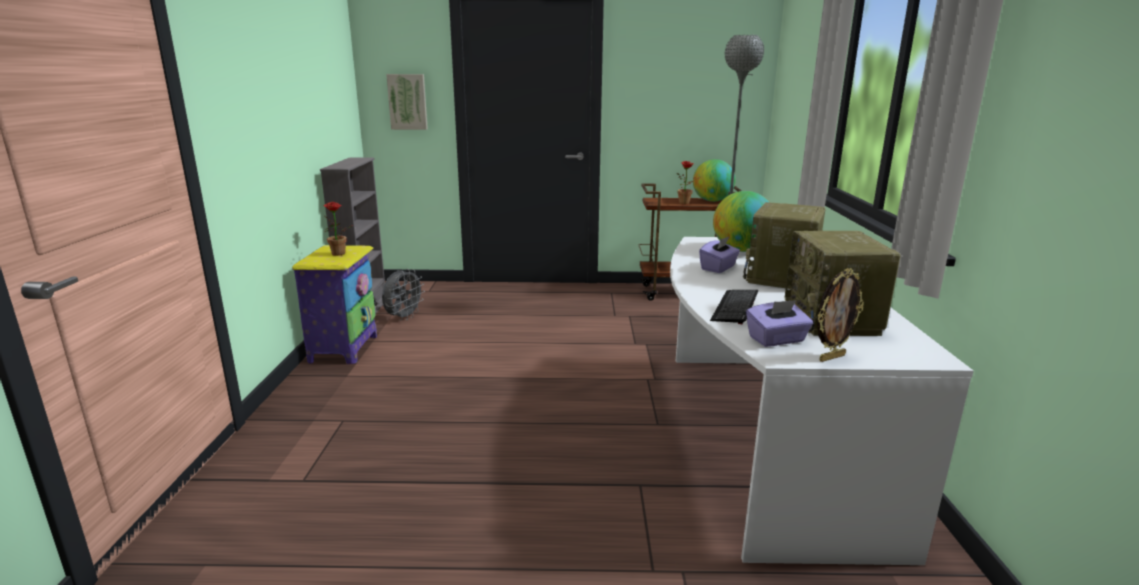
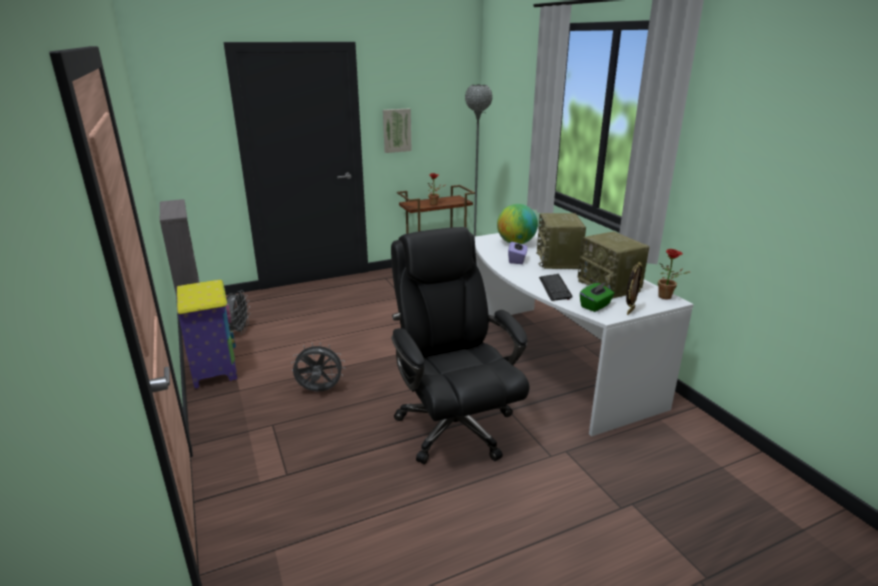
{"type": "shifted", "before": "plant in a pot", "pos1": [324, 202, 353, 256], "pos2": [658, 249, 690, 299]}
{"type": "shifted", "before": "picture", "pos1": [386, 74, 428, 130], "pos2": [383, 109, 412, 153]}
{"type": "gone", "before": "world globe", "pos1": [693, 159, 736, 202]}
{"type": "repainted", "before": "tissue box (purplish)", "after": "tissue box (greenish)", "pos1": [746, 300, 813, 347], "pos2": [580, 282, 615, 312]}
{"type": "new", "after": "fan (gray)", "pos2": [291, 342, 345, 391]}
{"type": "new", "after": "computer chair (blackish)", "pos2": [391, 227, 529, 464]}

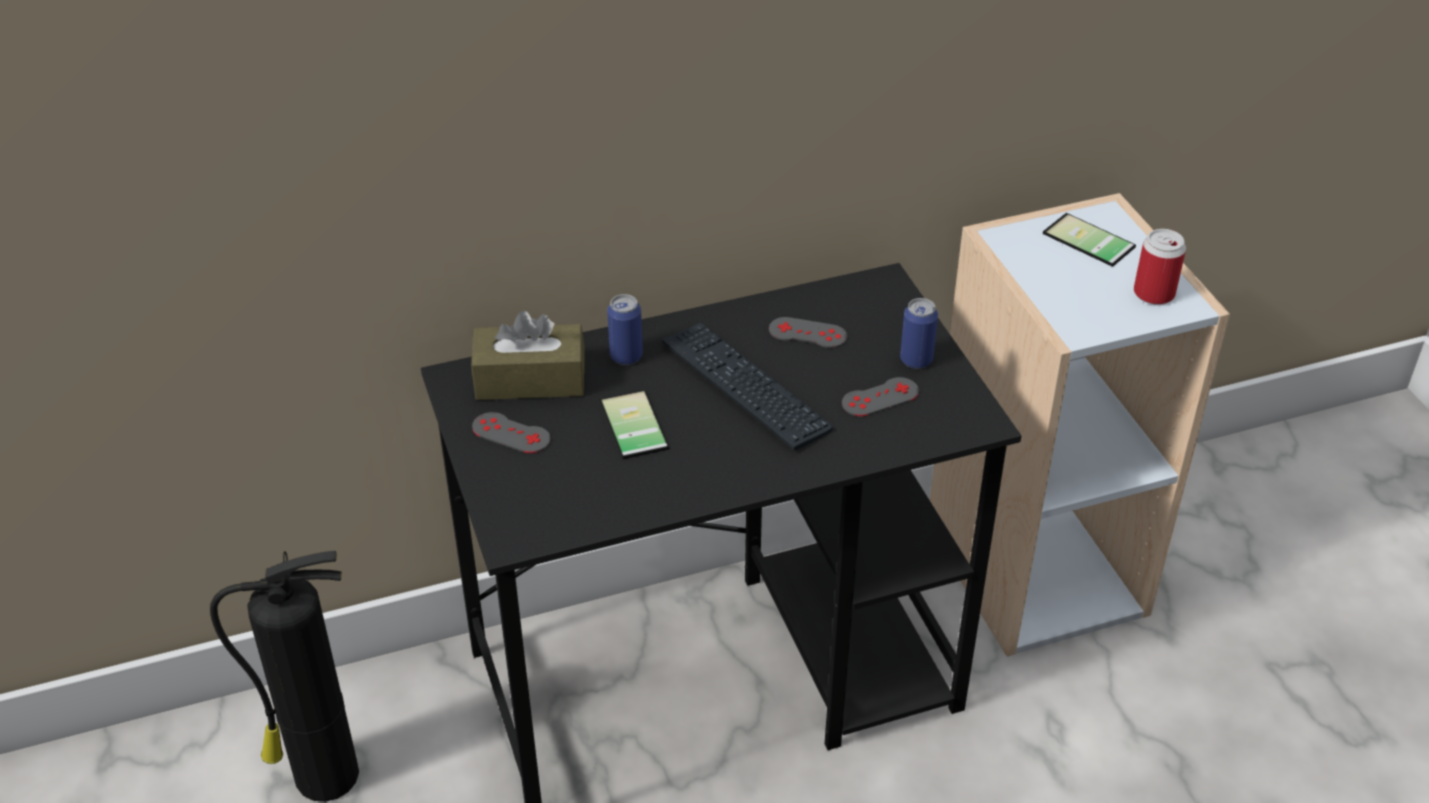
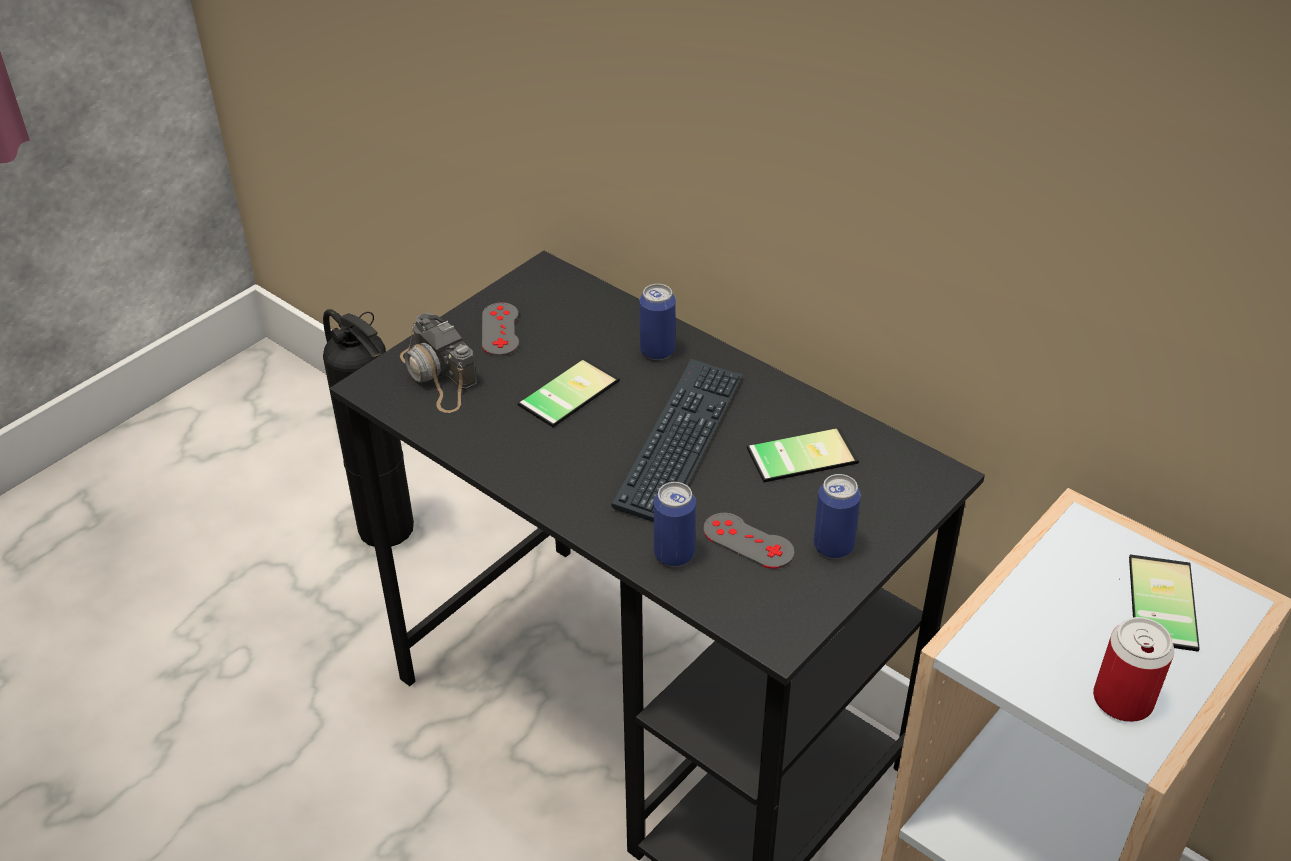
{"type": "gone", "before": "tissue box (brownish)", "pos1": [471, 310, 584, 400]}
{"type": "swapped", "before": "joypad (gray)", "after": "handset", "pos1": [769, 317, 847, 348], "pos2": [747, 424, 859, 483]}
{"type": "new", "after": "photo camera", "pos2": [400, 313, 477, 413]}
{"type": "new", "after": "can", "pos2": [654, 482, 696, 567]}

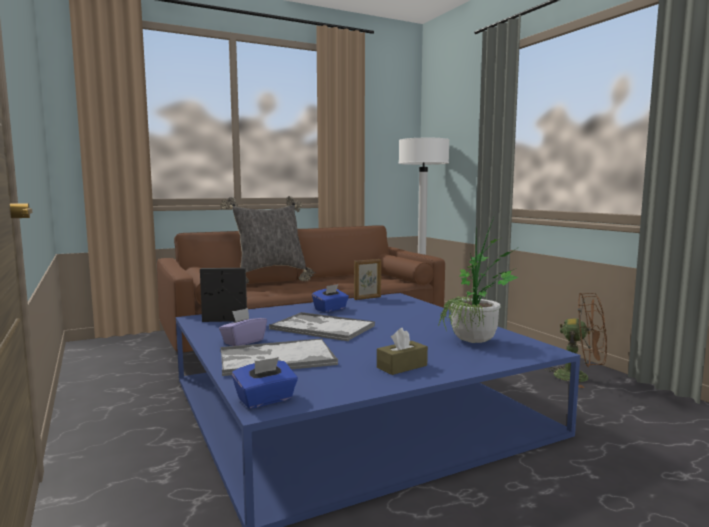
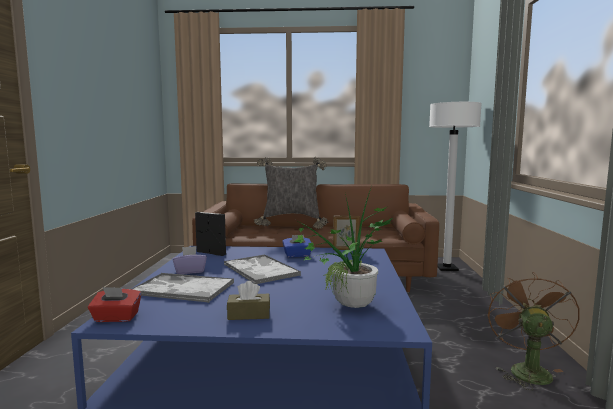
{"type": "repainted", "before": "tissue box (blue-coloured)", "after": "tissue box (red)", "pos1": [232, 357, 298, 409], "pos2": [88, 287, 141, 322]}
{"type": "rotated", "before": "fan (brownish)", "pos1": [546, 293, 607, 388], "pos2": [488, 272, 580, 391], "turn": -135}

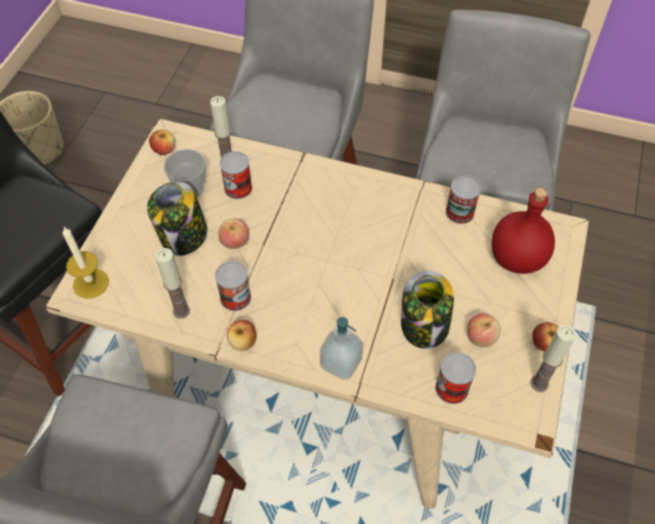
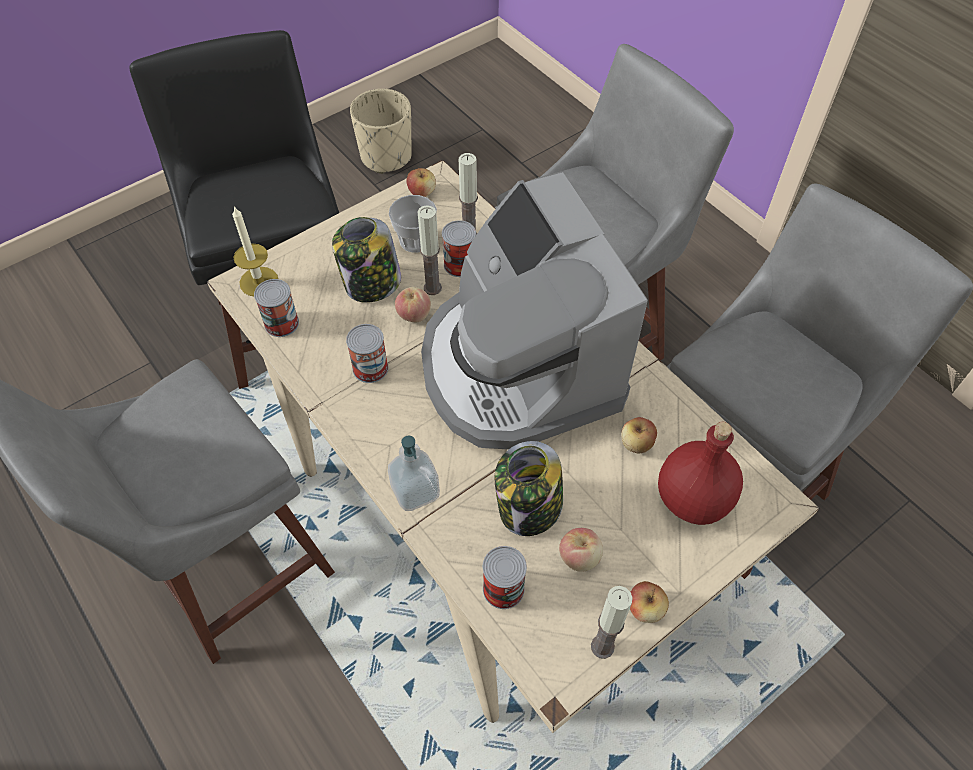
{"type": "shifted", "before": "wax light", "pos1": [155, 248, 190, 319], "pos2": [418, 205, 442, 295]}
{"type": "shifted", "before": "whole apple", "pos1": [227, 320, 257, 351], "pos2": [621, 417, 657, 453]}
{"type": "shifted", "before": "can", "pos1": [446, 176, 481, 224], "pos2": [254, 279, 299, 337]}
{"type": "new", "after": "coffee machine", "pos2": [421, 172, 648, 449]}

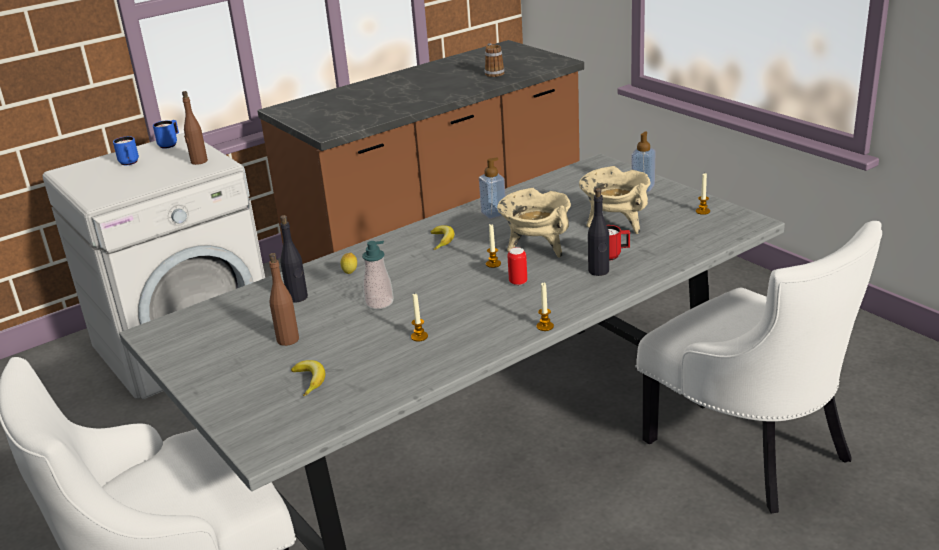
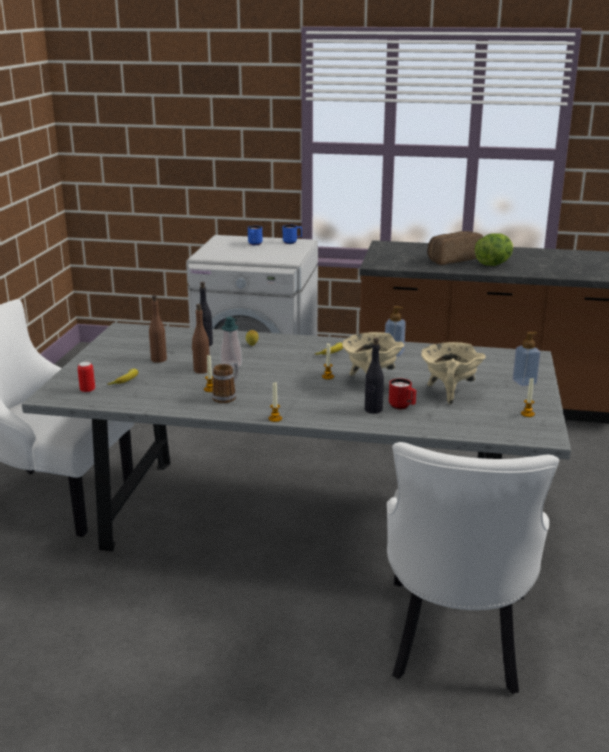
{"type": "shifted", "before": "drink bottle (brownish)", "pos1": [182, 91, 208, 165], "pos2": [192, 304, 210, 374]}
{"type": "shifted", "before": "mug", "pos1": [485, 43, 505, 77], "pos2": [212, 362, 239, 403]}
{"type": "shifted", "before": "can", "pos1": [508, 247, 527, 285], "pos2": [77, 362, 95, 393]}
{"type": "new", "after": "baked bread", "pos2": [427, 231, 483, 265]}
{"type": "new", "after": "lettuce head", "pos2": [475, 234, 514, 266]}

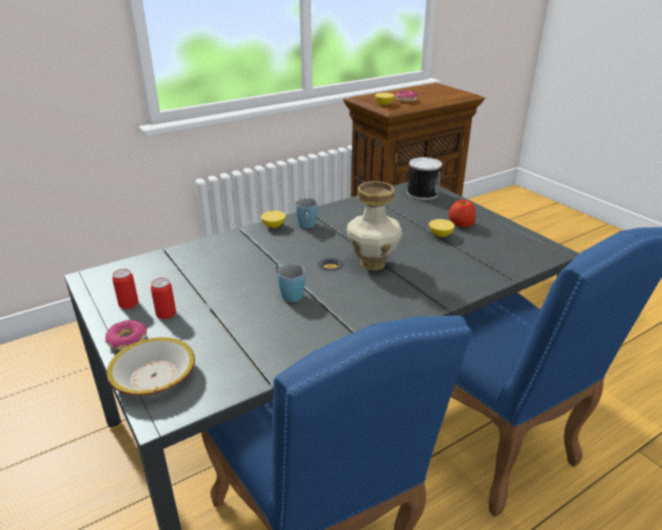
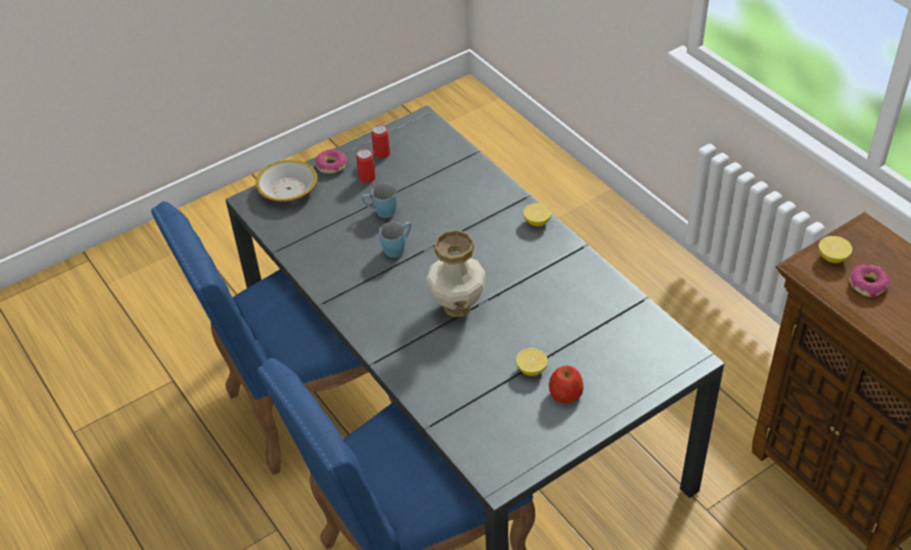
{"type": "shifted", "before": "mug (blue-coloured)", "pos1": [295, 198, 318, 228], "pos2": [361, 183, 397, 218]}
{"type": "gone", "before": "can", "pos1": [407, 157, 442, 200]}

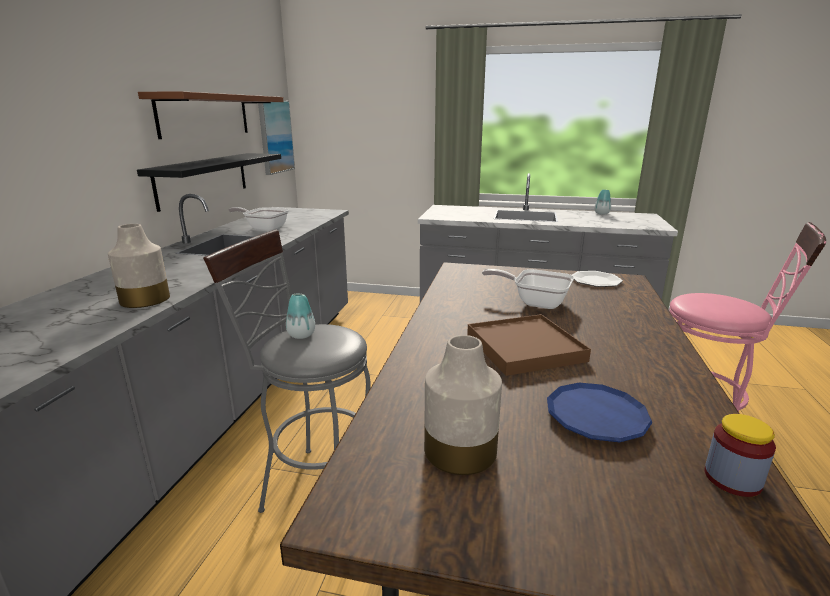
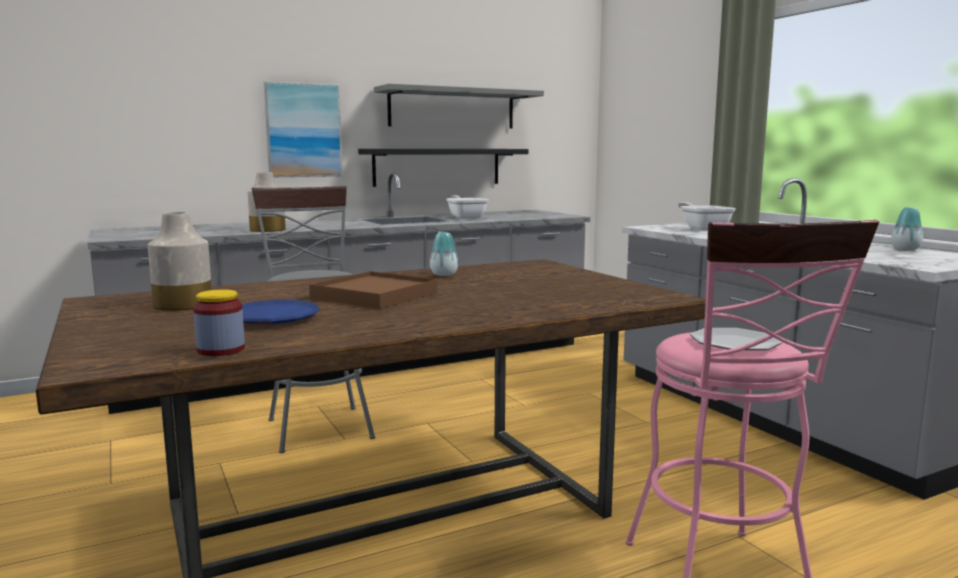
{"type": "repainted", "before": "shelf (brownish)", "after": "shelf (gray)", "pos1": [138, 91, 284, 139], "pos2": [374, 84, 544, 128]}
{"type": "shifted", "before": "picture", "pos1": [258, 100, 295, 175], "pos2": [264, 81, 343, 177]}
{"type": "shifted", "before": "vase", "pos1": [286, 294, 315, 339], "pos2": [430, 232, 458, 276]}
{"type": "shifted", "before": "frying pan", "pos1": [482, 269, 574, 309], "pos2": [678, 202, 736, 231]}
{"type": "shifted", "before": "plate", "pos1": [572, 271, 623, 287], "pos2": [690, 328, 782, 350]}

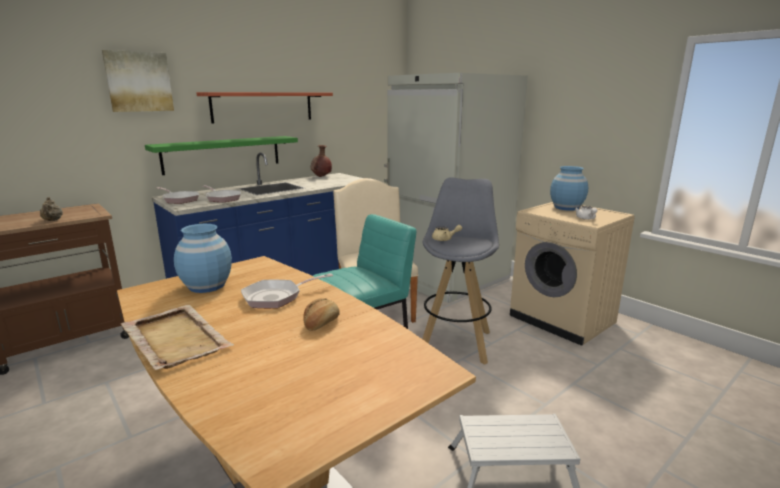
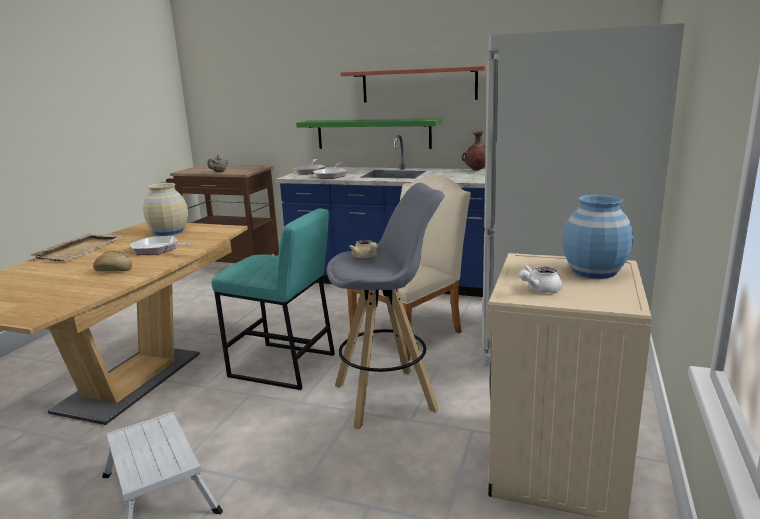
{"type": "gone", "before": "picture", "pos1": [102, 50, 174, 112]}
{"type": "repainted", "before": "vase (blue-coloured)", "after": "vase (sand-coloured)", "pos1": [174, 224, 232, 293], "pos2": [143, 183, 188, 236]}

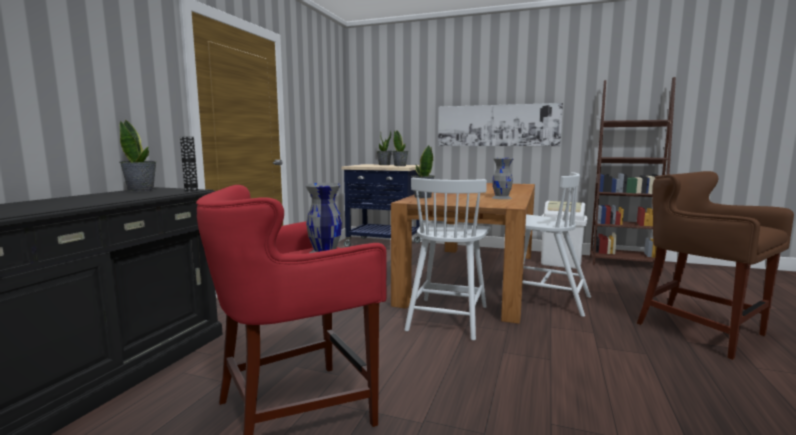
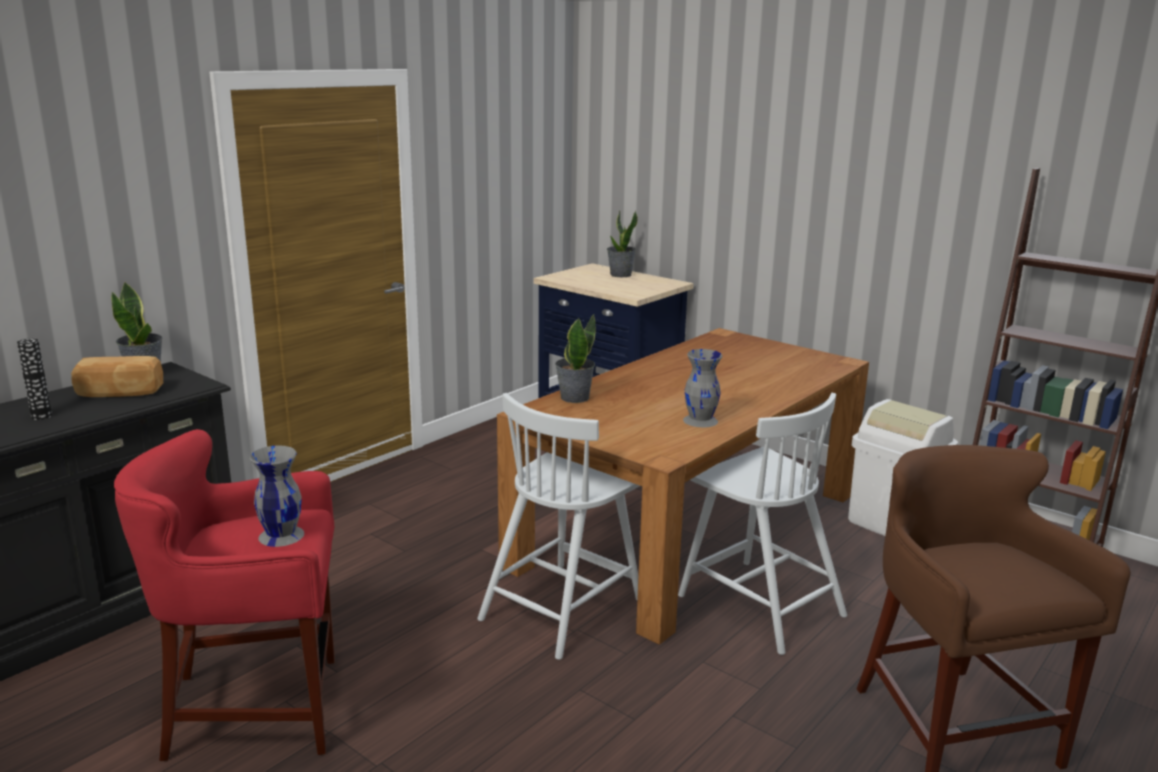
{"type": "shifted", "before": "vase", "pos1": [180, 137, 198, 192], "pos2": [17, 338, 52, 420]}
{"type": "gone", "before": "plant in a pot", "pos1": [392, 130, 408, 166]}
{"type": "gone", "before": "picture", "pos1": [438, 103, 563, 146]}
{"type": "new", "after": "baked bread", "pos2": [71, 356, 163, 397]}

